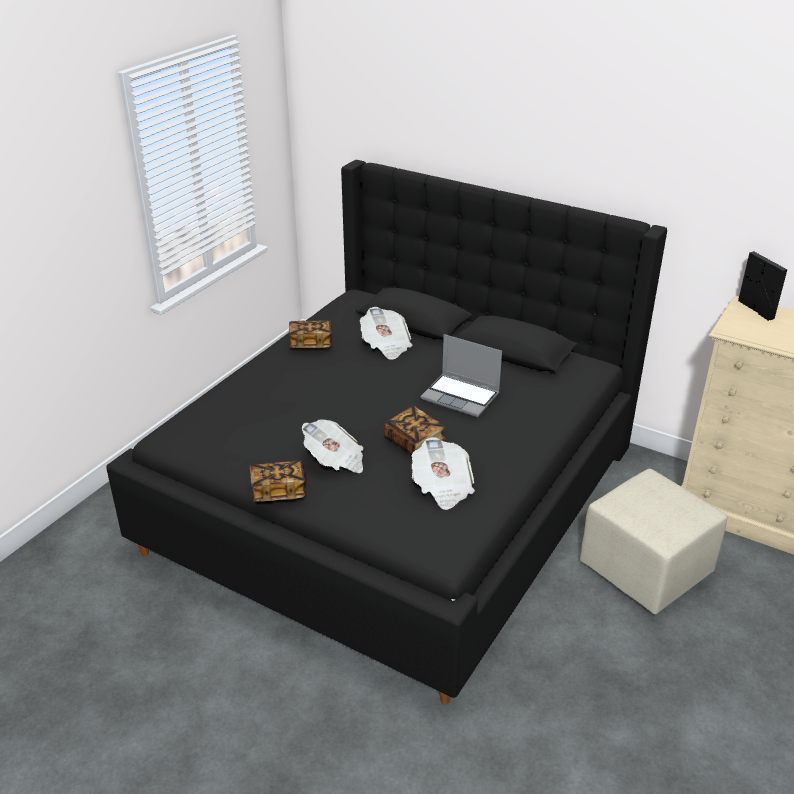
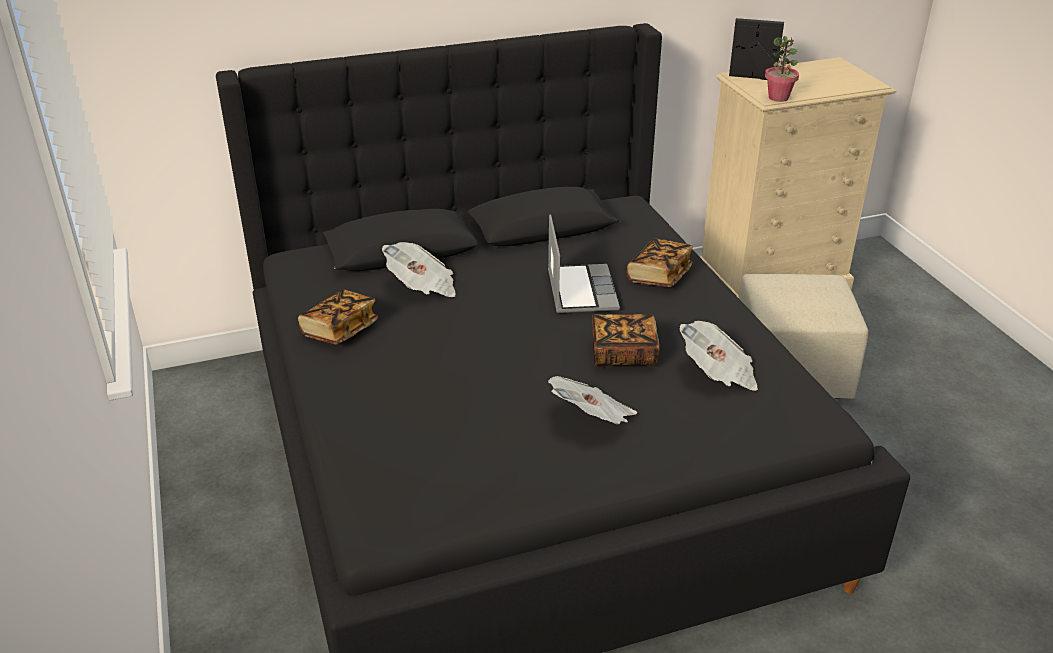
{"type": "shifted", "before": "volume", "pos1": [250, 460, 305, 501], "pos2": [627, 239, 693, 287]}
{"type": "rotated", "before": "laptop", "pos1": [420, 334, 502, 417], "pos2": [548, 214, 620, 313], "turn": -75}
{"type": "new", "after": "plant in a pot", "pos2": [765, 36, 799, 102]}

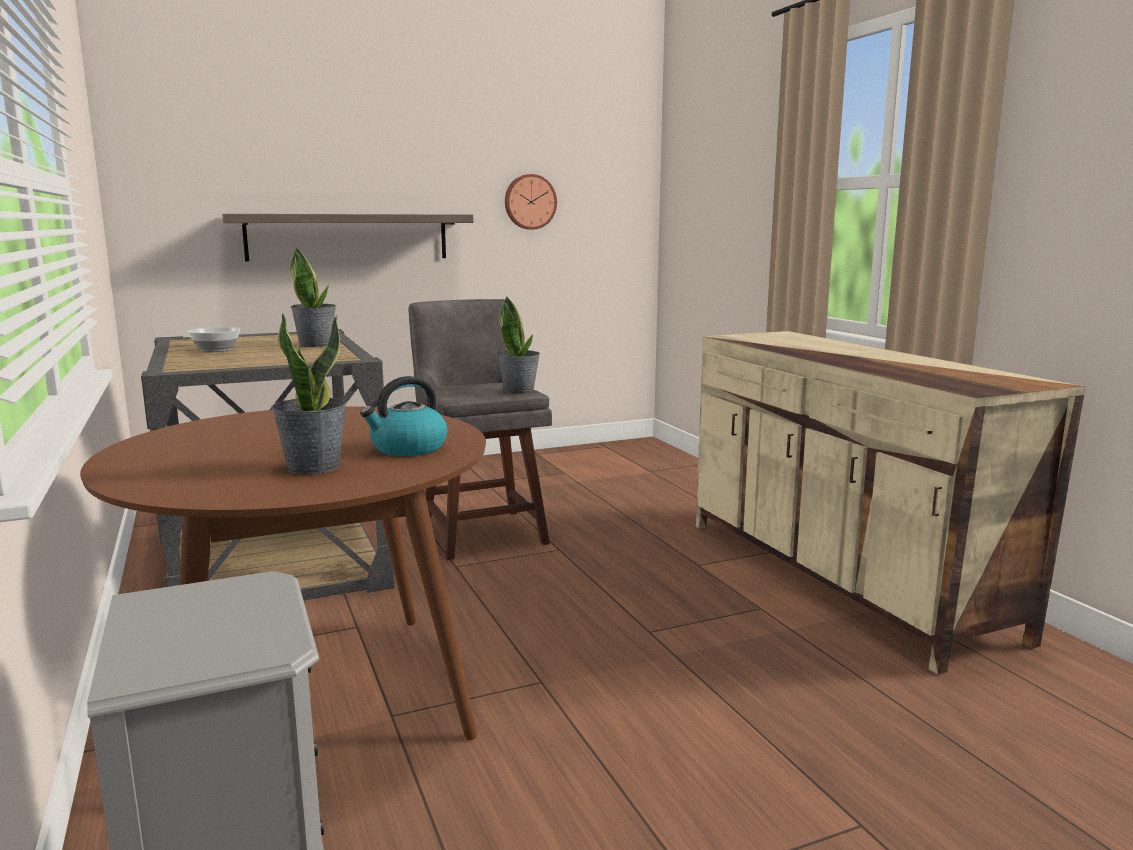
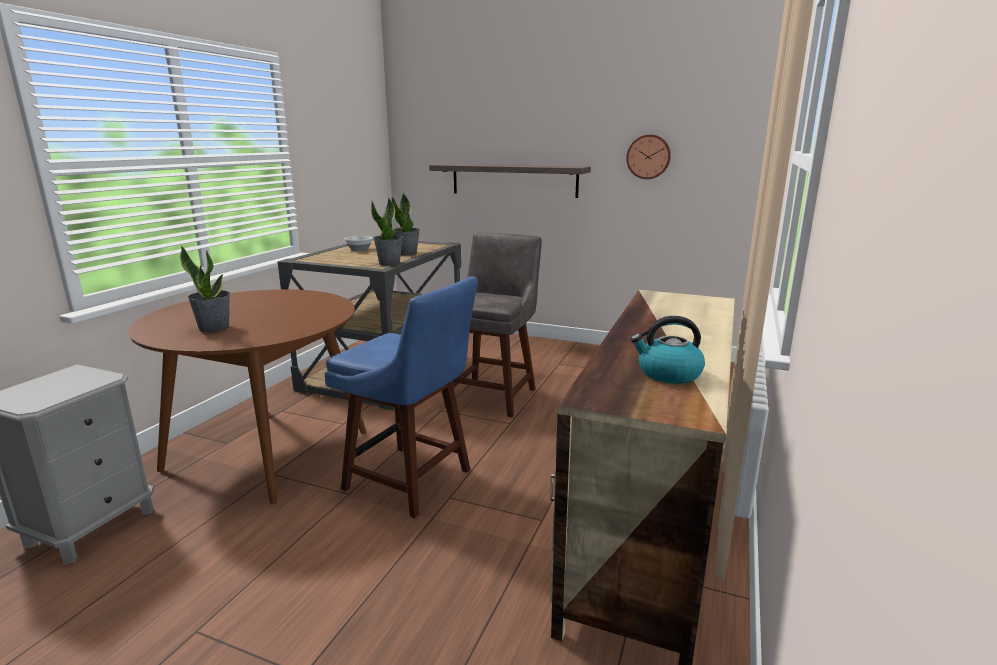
{"type": "shifted", "before": "water kettle", "pos1": [360, 376, 447, 456], "pos2": [631, 316, 705, 384]}
{"type": "shifted", "before": "plant in a pot", "pos1": [497, 297, 540, 394], "pos2": [371, 198, 403, 266]}
{"type": "new", "after": "sitting stool (blue-coloured)", "pos2": [325, 276, 478, 518]}

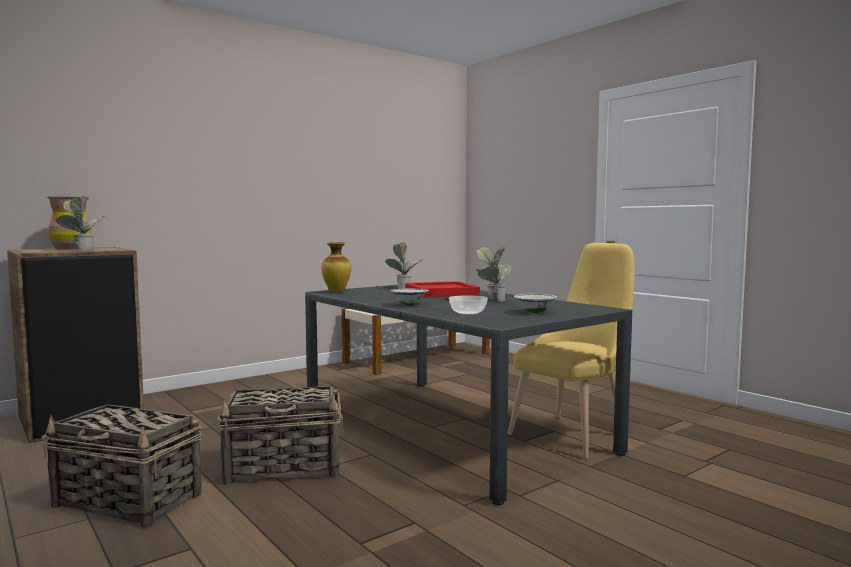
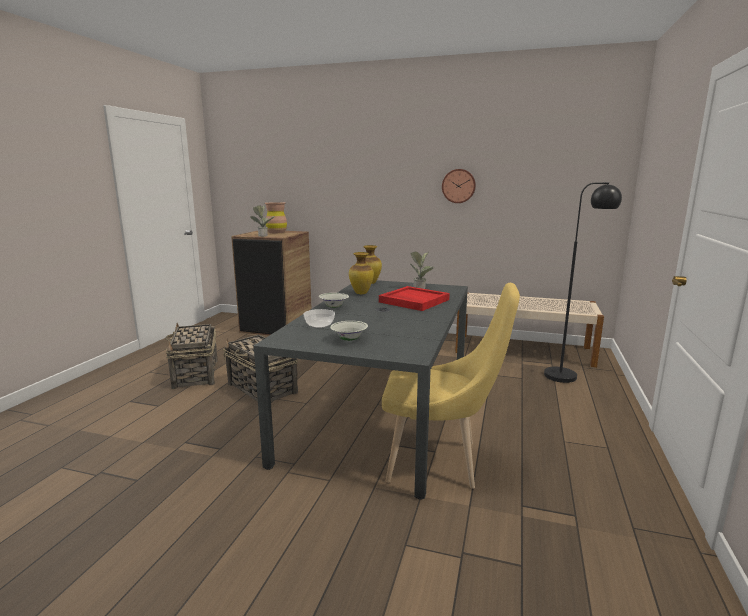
{"type": "gone", "before": "plant in a pot", "pos1": [476, 246, 512, 302]}
{"type": "new", "after": "vase", "pos2": [349, 252, 374, 294]}
{"type": "new", "after": "wall clock", "pos2": [442, 169, 476, 203]}
{"type": "new", "after": "floor lamp (blackish)", "pos2": [544, 182, 622, 383]}

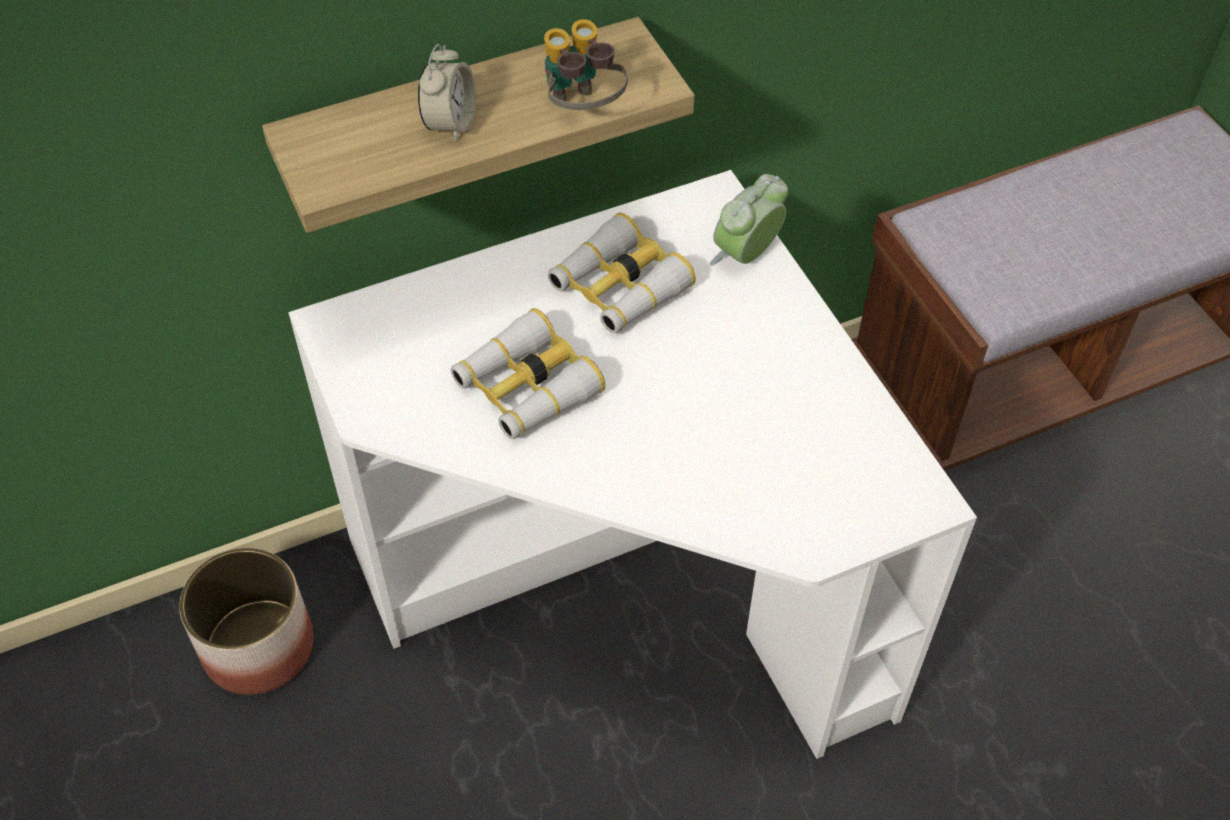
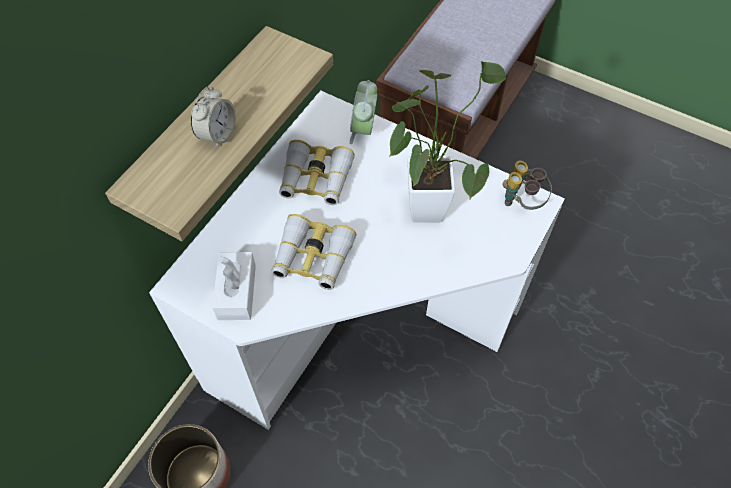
{"type": "rotated", "before": "alarm clock", "pos1": [418, 44, 476, 141], "pos2": [191, 87, 236, 148], "turn": 45}
{"type": "shifted", "before": "field glasses", "pos1": [544, 19, 628, 110], "pos2": [503, 161, 552, 210]}
{"type": "new", "after": "tissue box (white-coloured)", "pos2": [212, 252, 256, 320]}
{"type": "new", "after": "plant in a pot", "pos2": [389, 61, 506, 223]}

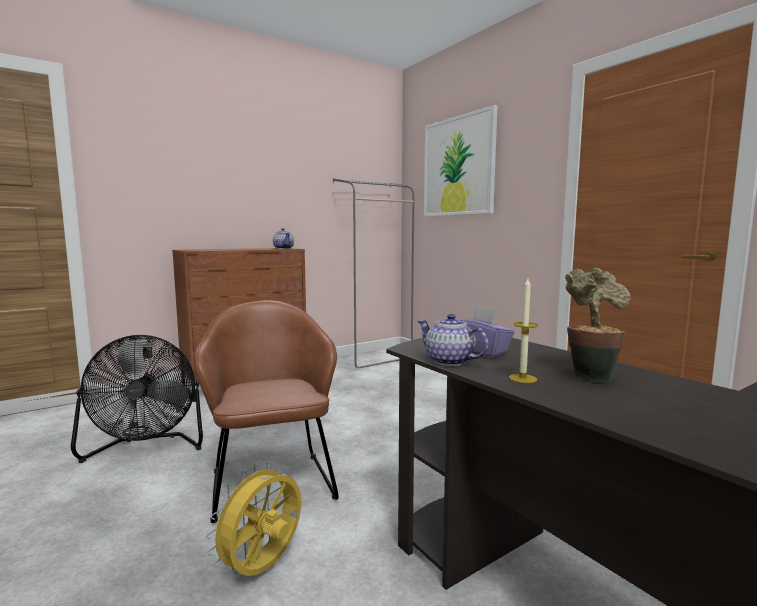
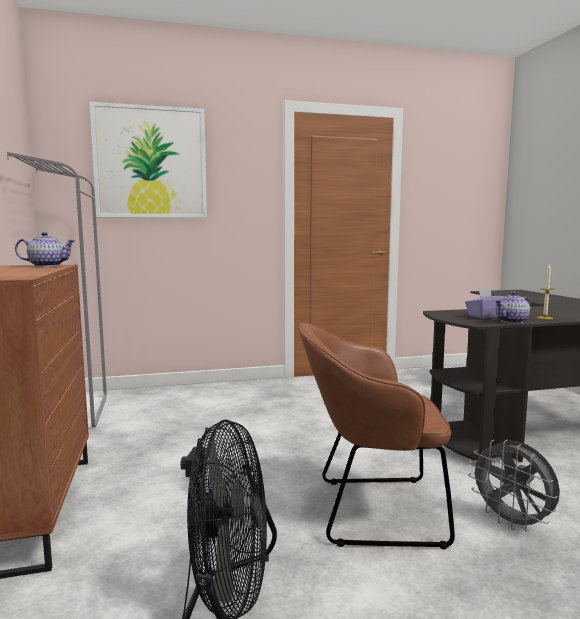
{"type": "repainted", "before": "fan (yellowish)", "after": "fan (gray)", "pos1": [206, 462, 301, 576], "pos2": [468, 440, 560, 532]}
{"type": "gone", "before": "plant in a pot", "pos1": [565, 268, 631, 383]}

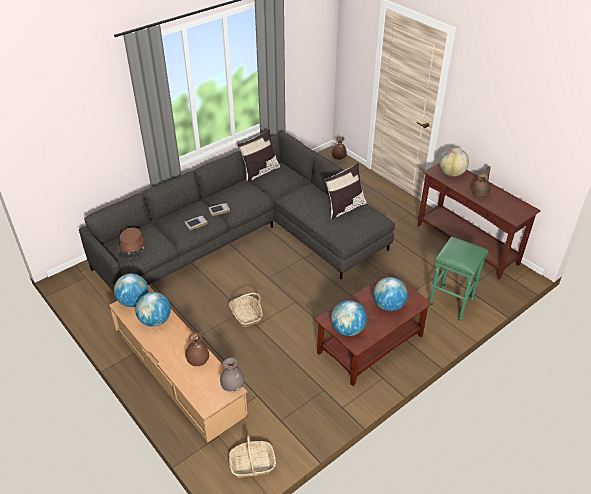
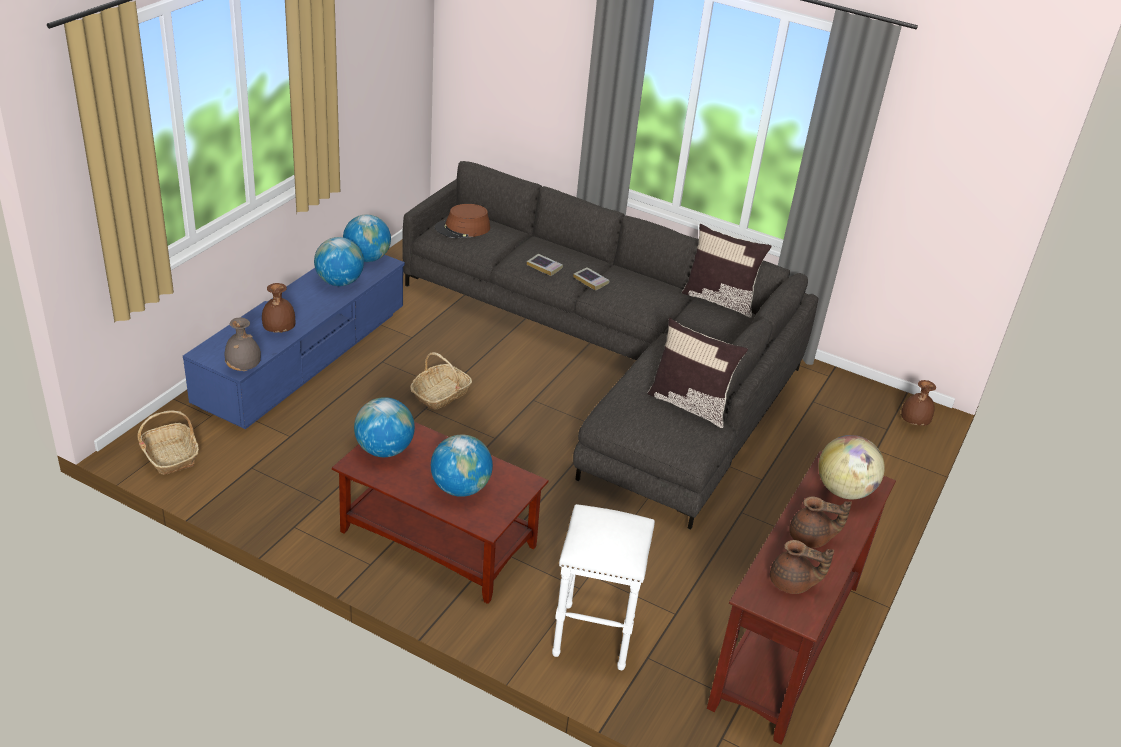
{"type": "repainted", "before": "tv stand (brownish)", "after": "tv stand (blue-coloured)", "pos1": [108, 285, 248, 443], "pos2": [183, 255, 405, 429]}
{"type": "repainted", "before": "sitting stool (greenish)", "after": "sitting stool (white-coloured)", "pos1": [428, 237, 489, 321], "pos2": [552, 504, 655, 670]}
{"type": "new", "after": "pot for tea (brownish)", "pos2": [770, 540, 834, 594]}

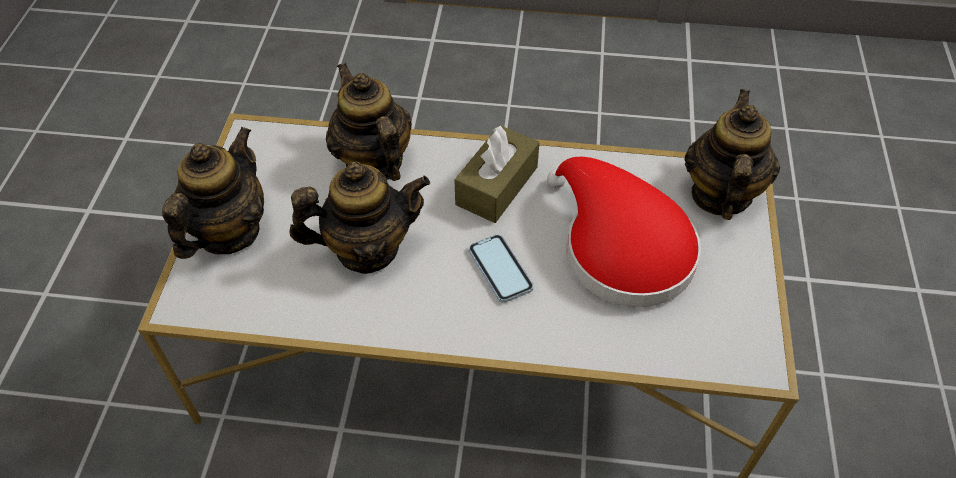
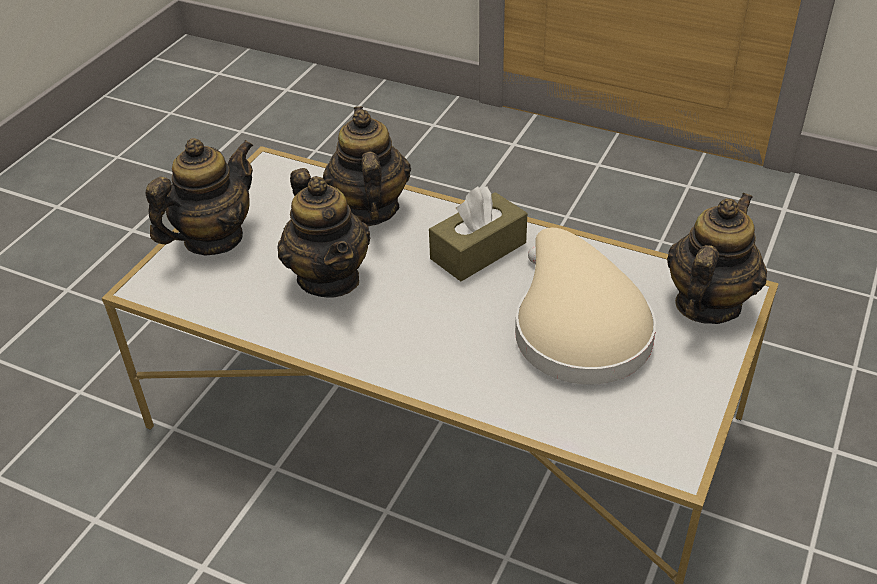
{"type": "rotated", "before": "pot for tea", "pos1": [290, 162, 430, 274], "pos2": [277, 168, 371, 298], "turn": 60}
{"type": "gone", "before": "handset", "pos1": [469, 234, 534, 303]}
{"type": "repainted", "before": "clothing hat (red)", "after": "clothing hat (sand-coloured)", "pos1": [547, 157, 701, 307], "pos2": [515, 227, 656, 385]}

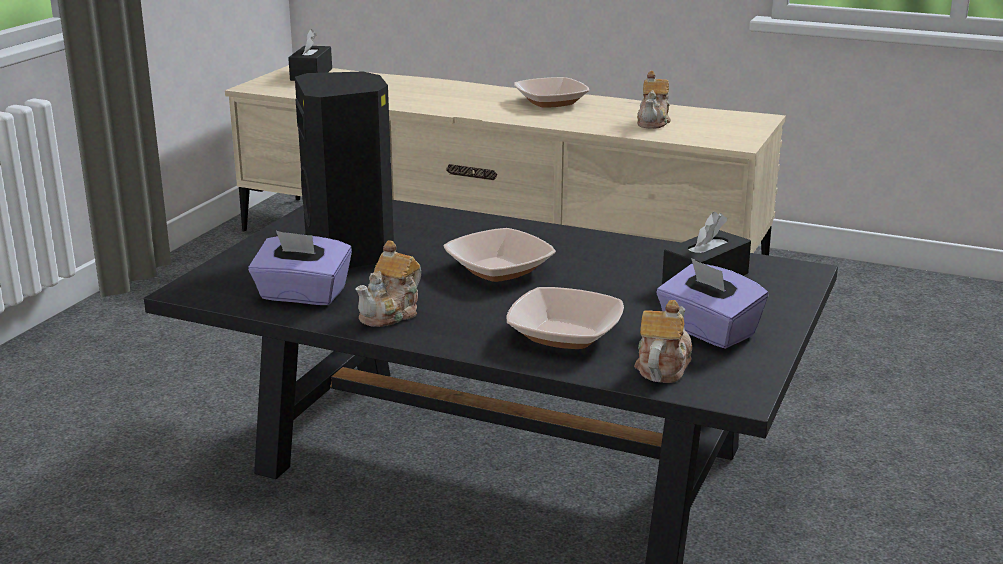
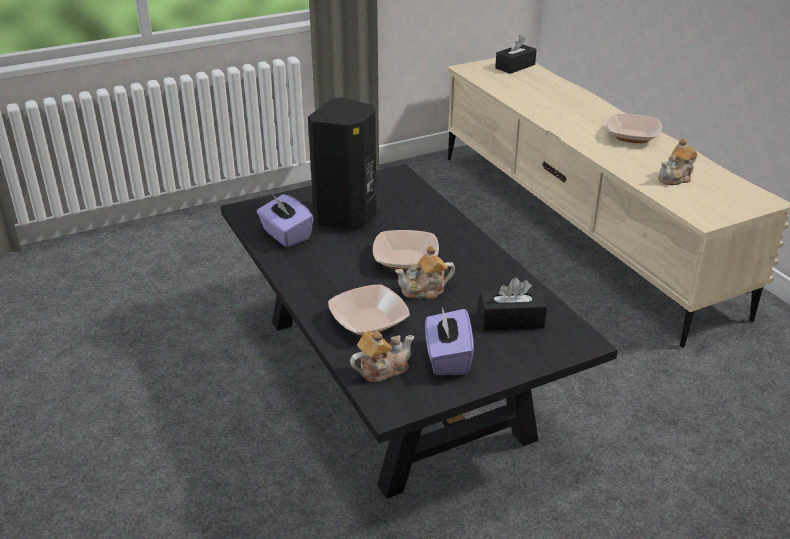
{"type": "shifted", "before": "pot for tea", "pos1": [355, 240, 421, 327], "pos2": [395, 246, 455, 299]}

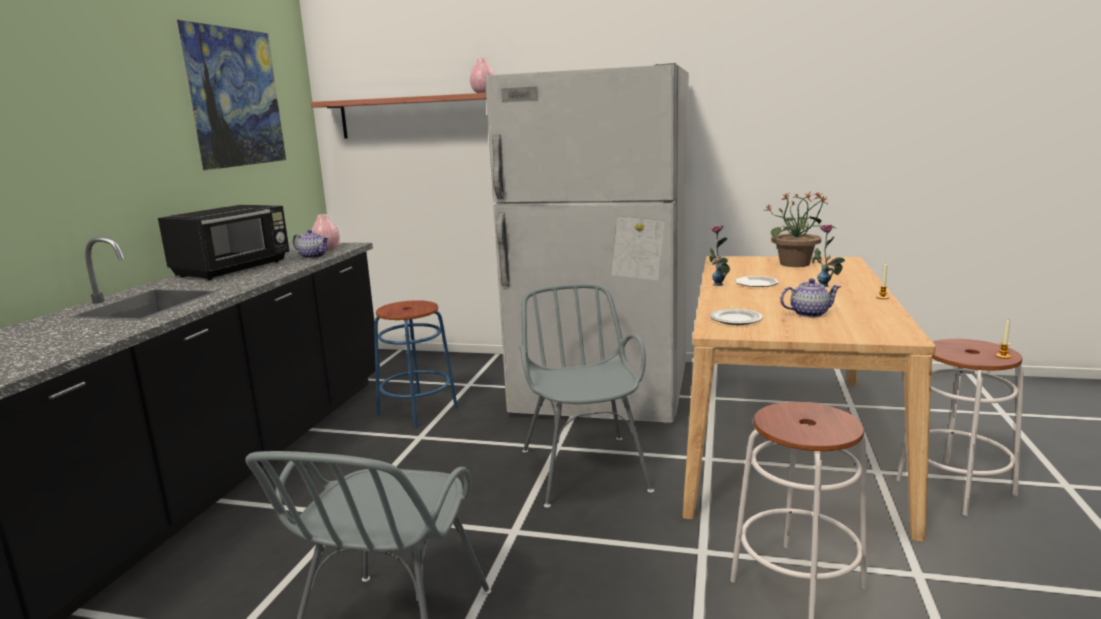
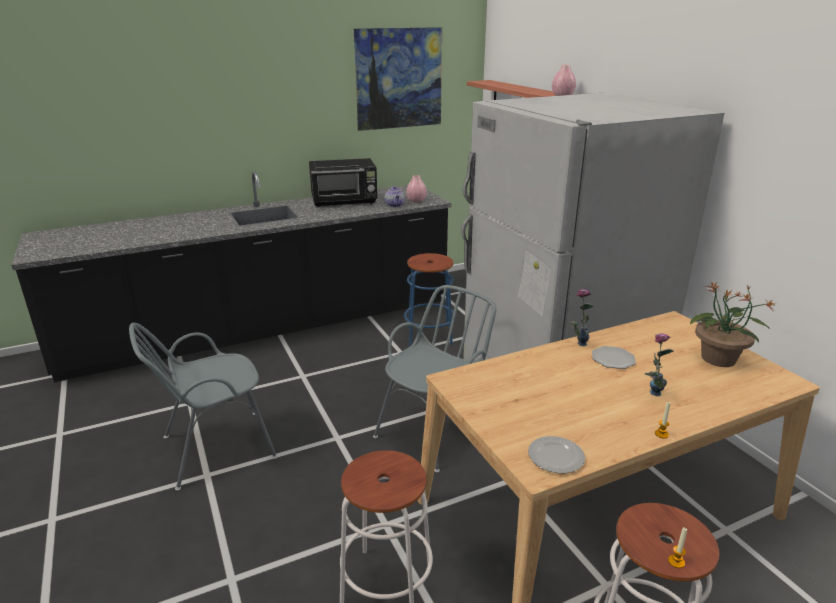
{"type": "shifted", "before": "plate", "pos1": [710, 309, 763, 325], "pos2": [528, 436, 585, 473]}
{"type": "gone", "before": "pot for tea", "pos1": [780, 278, 841, 318]}

